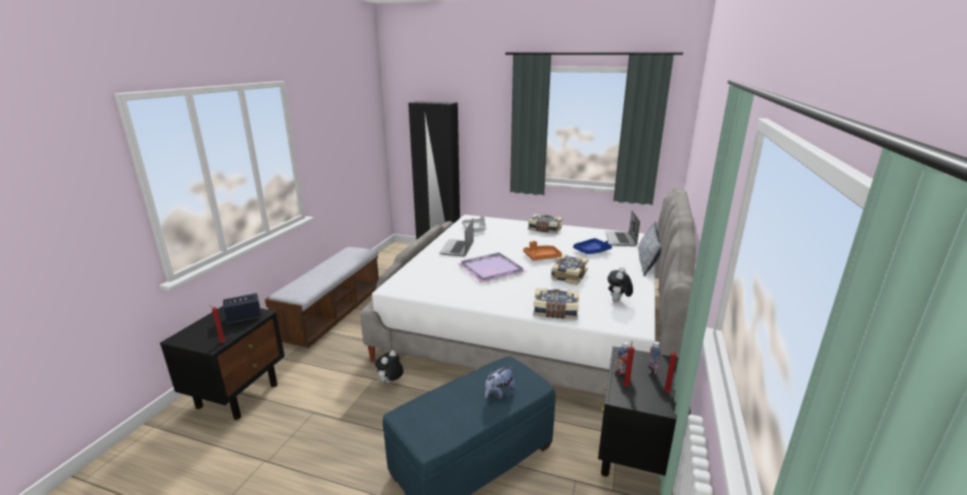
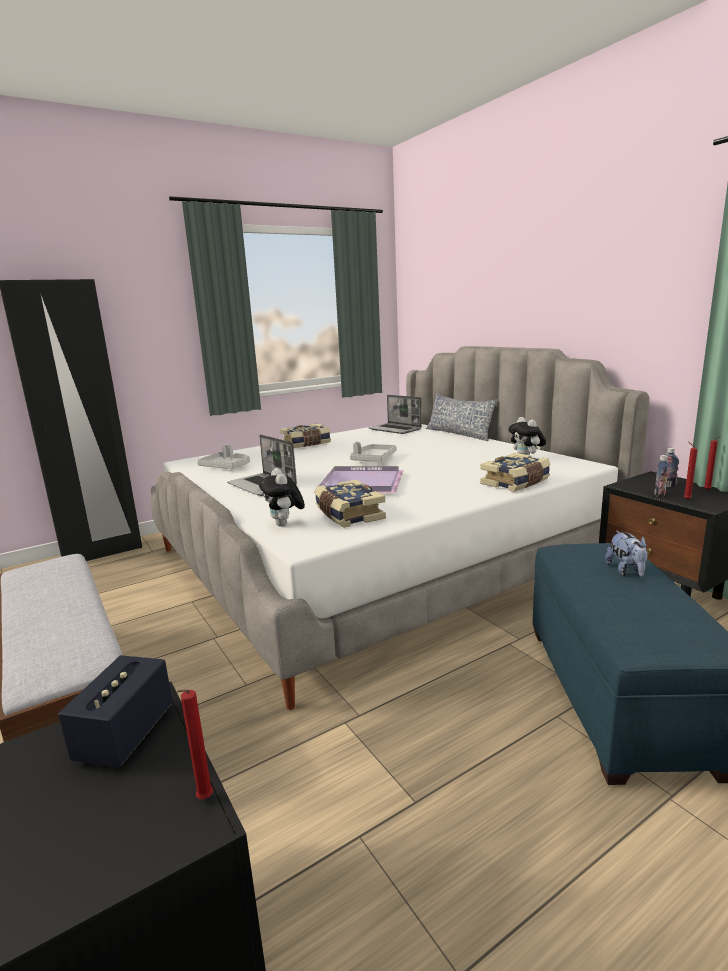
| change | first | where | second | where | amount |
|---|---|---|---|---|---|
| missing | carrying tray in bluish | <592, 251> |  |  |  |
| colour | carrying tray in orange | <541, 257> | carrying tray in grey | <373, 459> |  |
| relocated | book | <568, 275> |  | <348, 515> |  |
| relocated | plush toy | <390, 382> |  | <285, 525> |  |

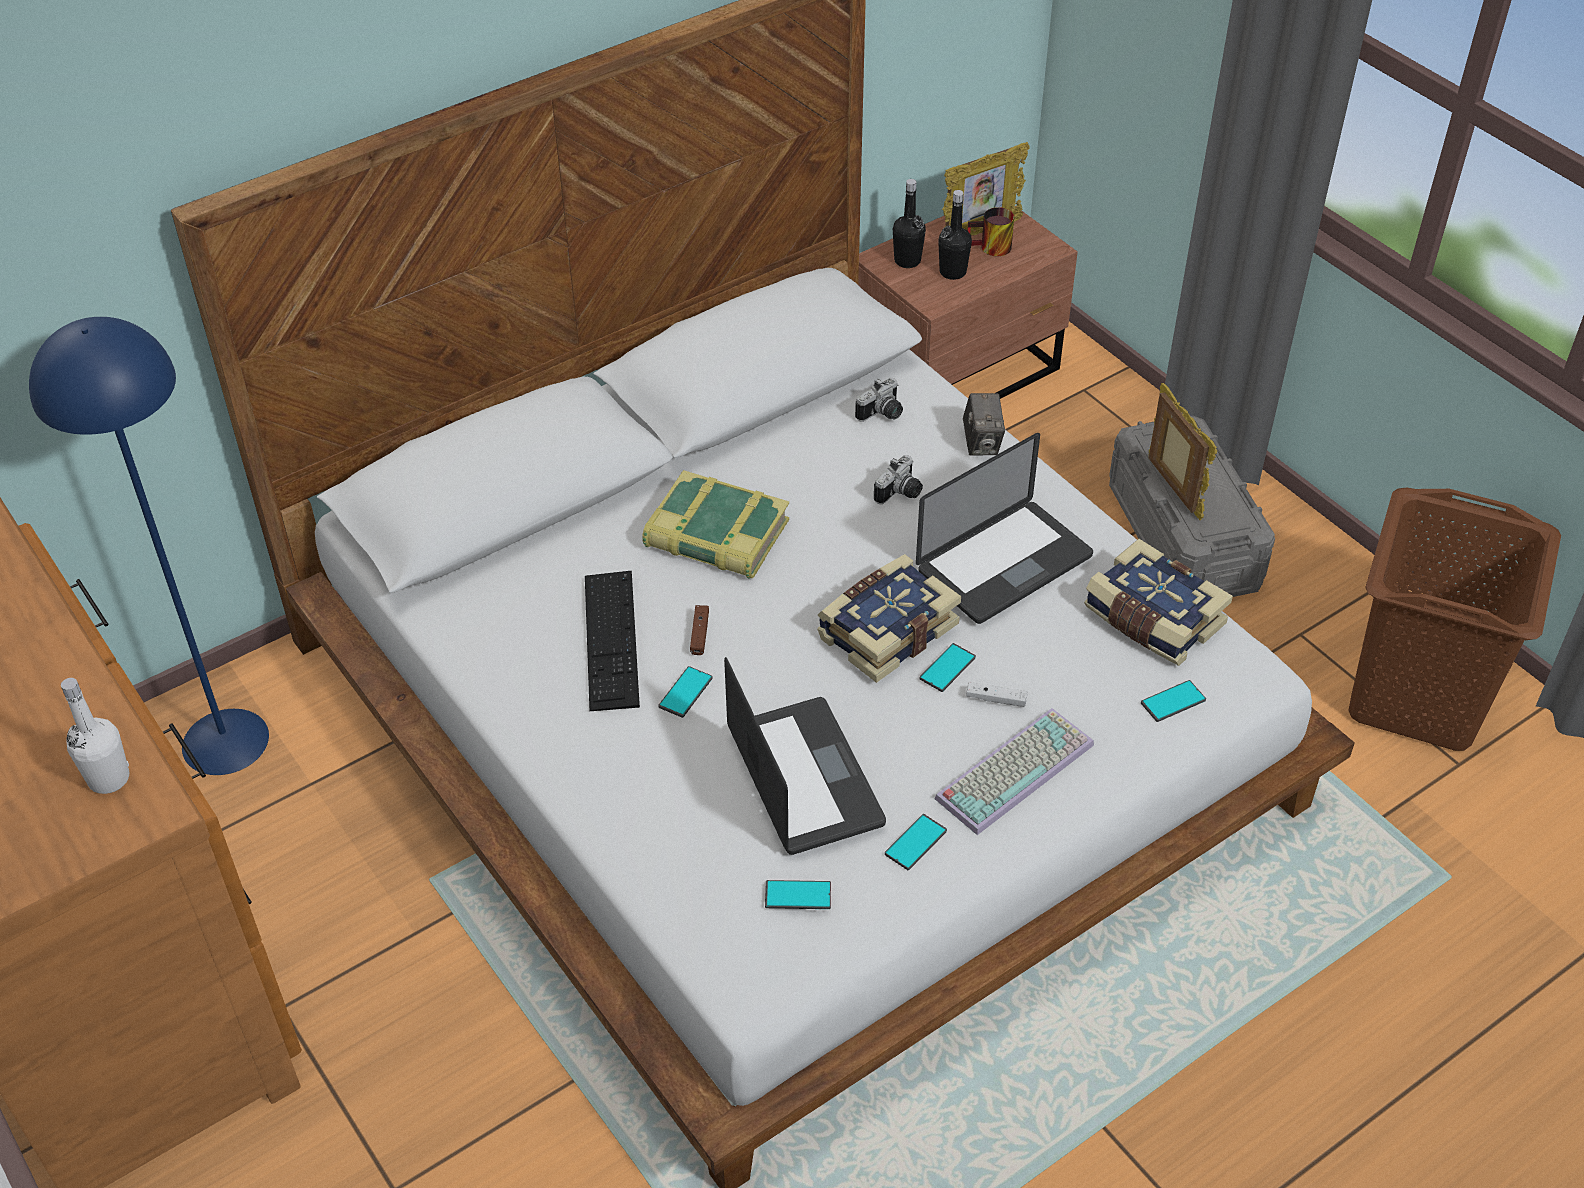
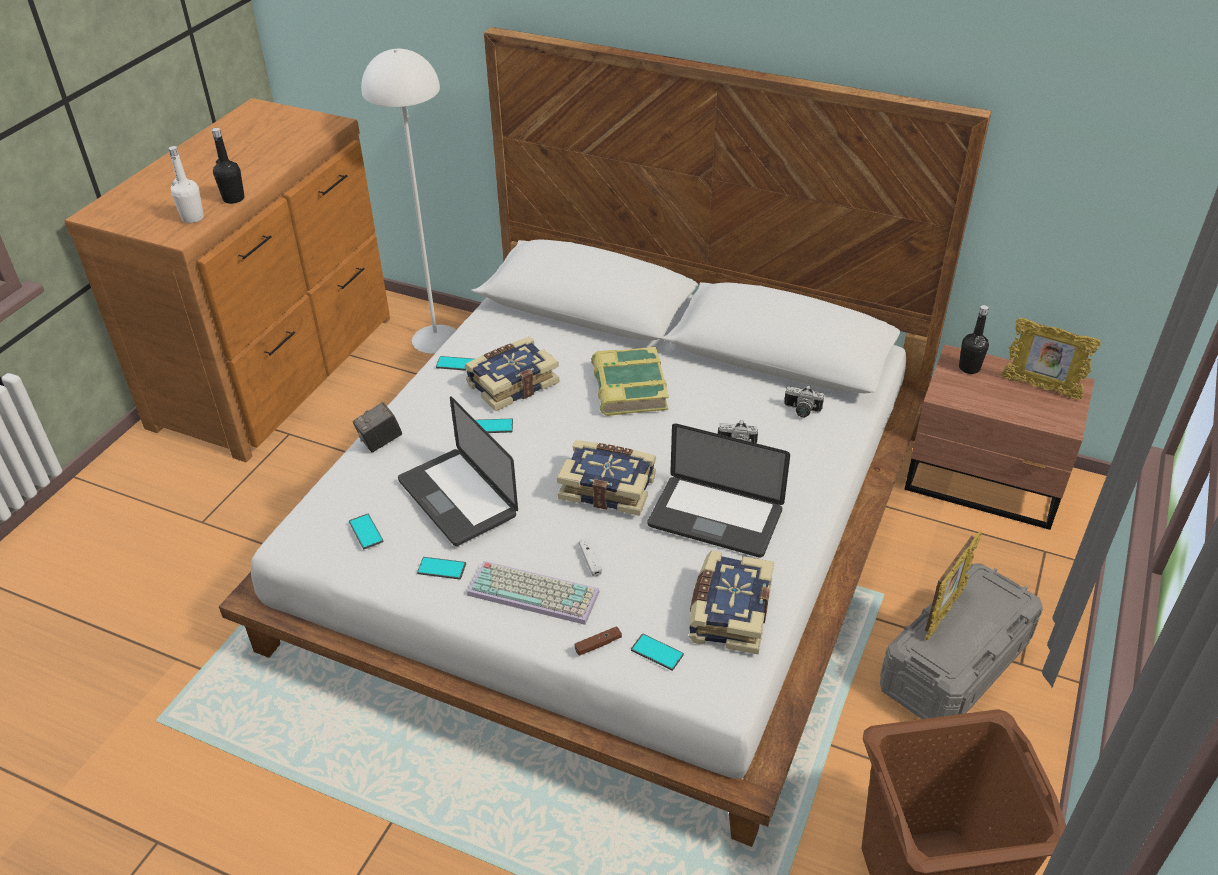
| change | first | where | second | where | amount |
|---|---|---|---|---|---|
| relocated | drink bottle in black | <952, 272> |  | <233, 199> |  |
| missing | tea mug | <990, 249> |  |  |  |
| colour | standard lamp in bluish | <225, 741> | standard lamp in white | <436, 339> |  |
| relocated | photo camera | <982, 443> |  | <380, 442> |  |
| exchanged | PC keyboard | <611, 640> | book | <512, 383> |  |
| relocated | joypad in brownish | <699, 634> |  | <598, 644> |  |
| relocated | telephone | <947, 668> |  | <455, 364> |  |
| spun | portable computer | <804, 778> |  | <457, 498> | 105 degrees clockwise |

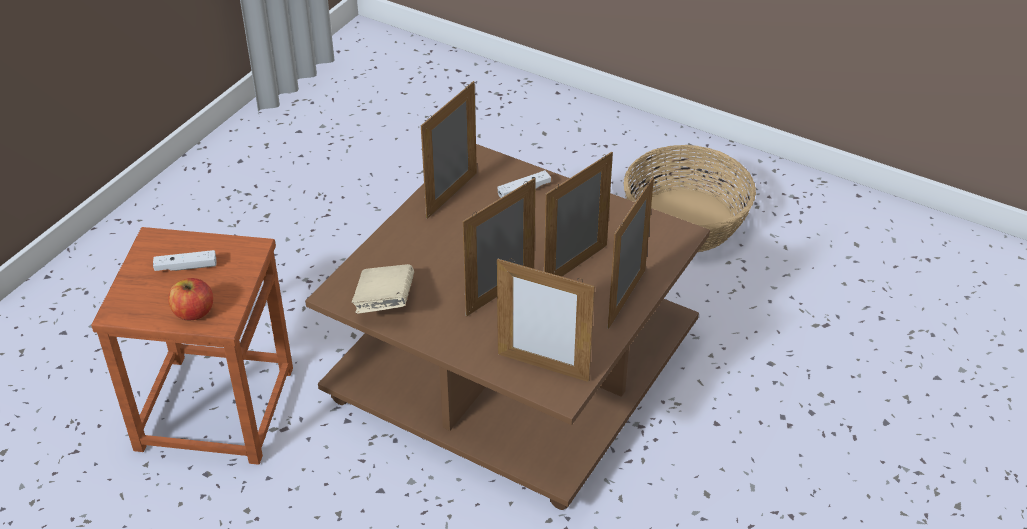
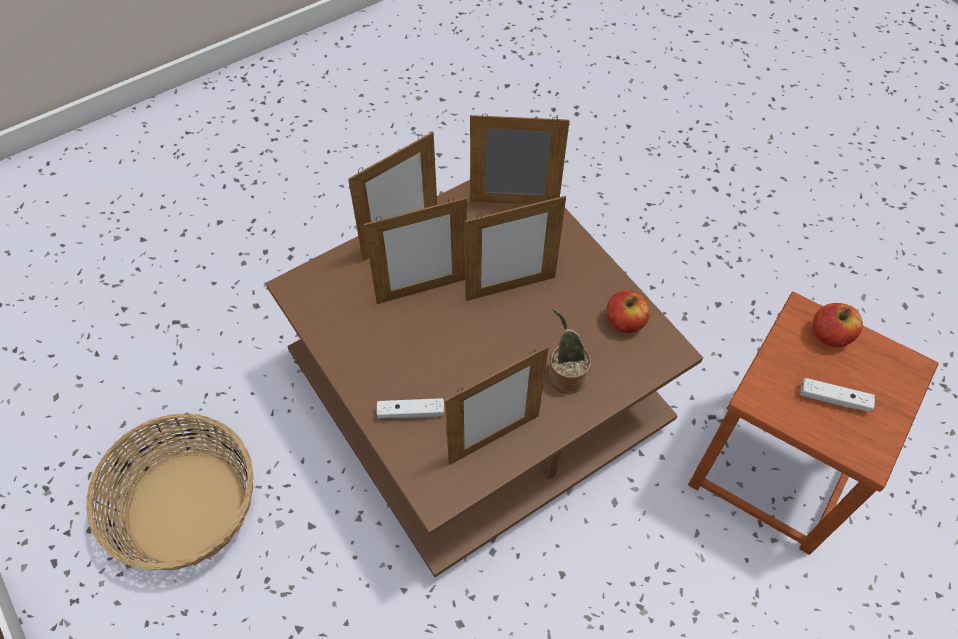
| change | first | where | second | where | amount |
|---|---|---|---|---|---|
| spun | photo frame | <543, 367> |  | <514, 203> | 45 degrees counterclockwise |
| exchanged | book in beige | <384, 302> | apple | <625, 321> |  |
| appeared |  |  | plant in a pot | <565, 375> |  |

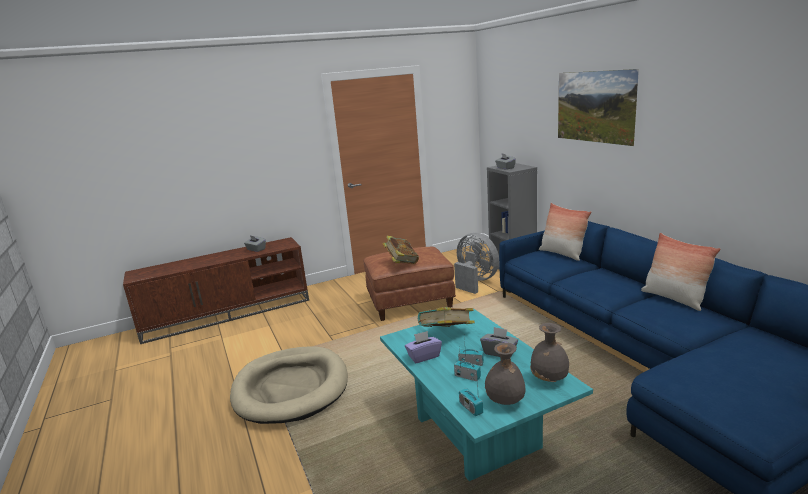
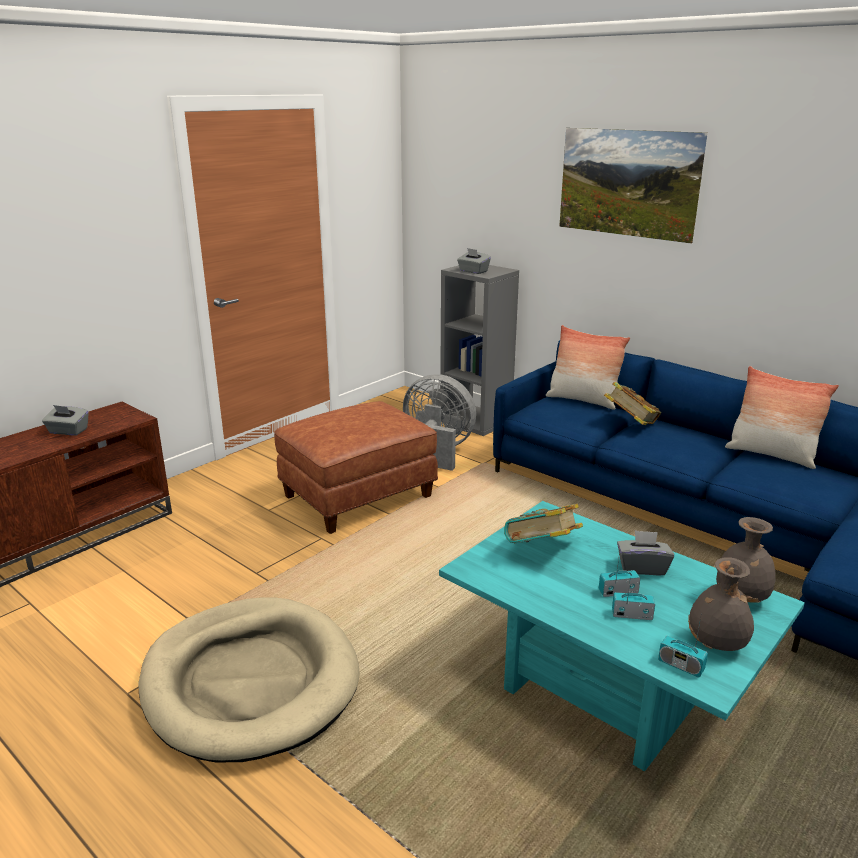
| change | first | where | second | where | amount |
|---|---|---|---|---|---|
| relocated | book | <401, 263> |  | <630, 424> |  |
| missing | tissue holder in purple-coloured | <423, 356> |  |  |  |

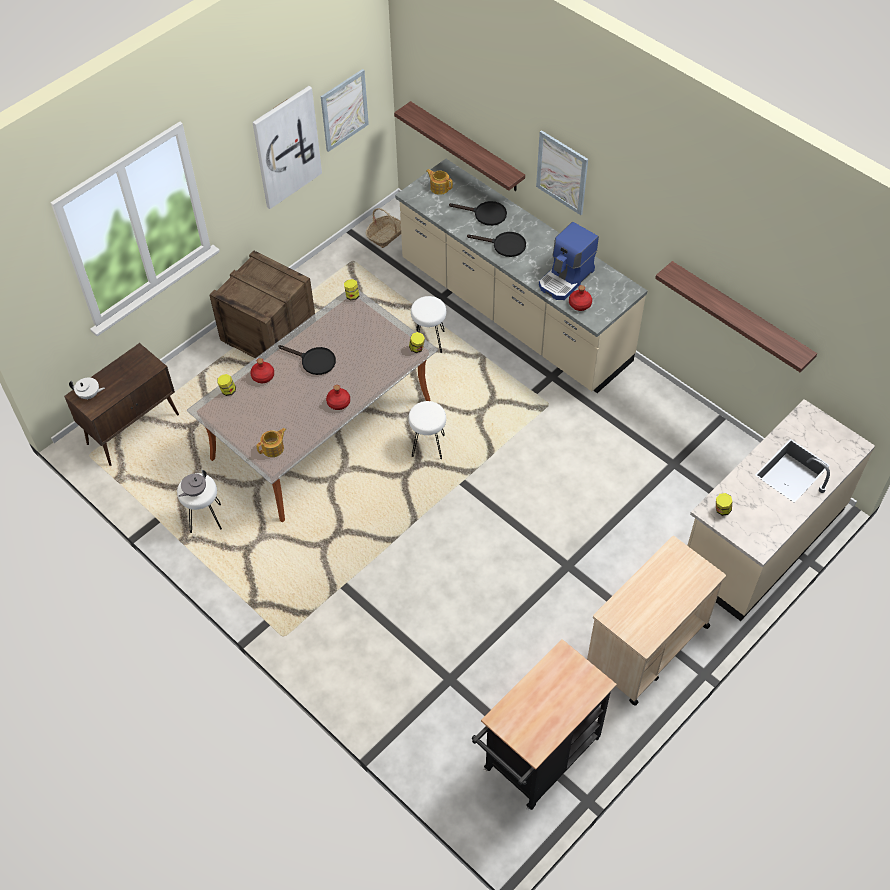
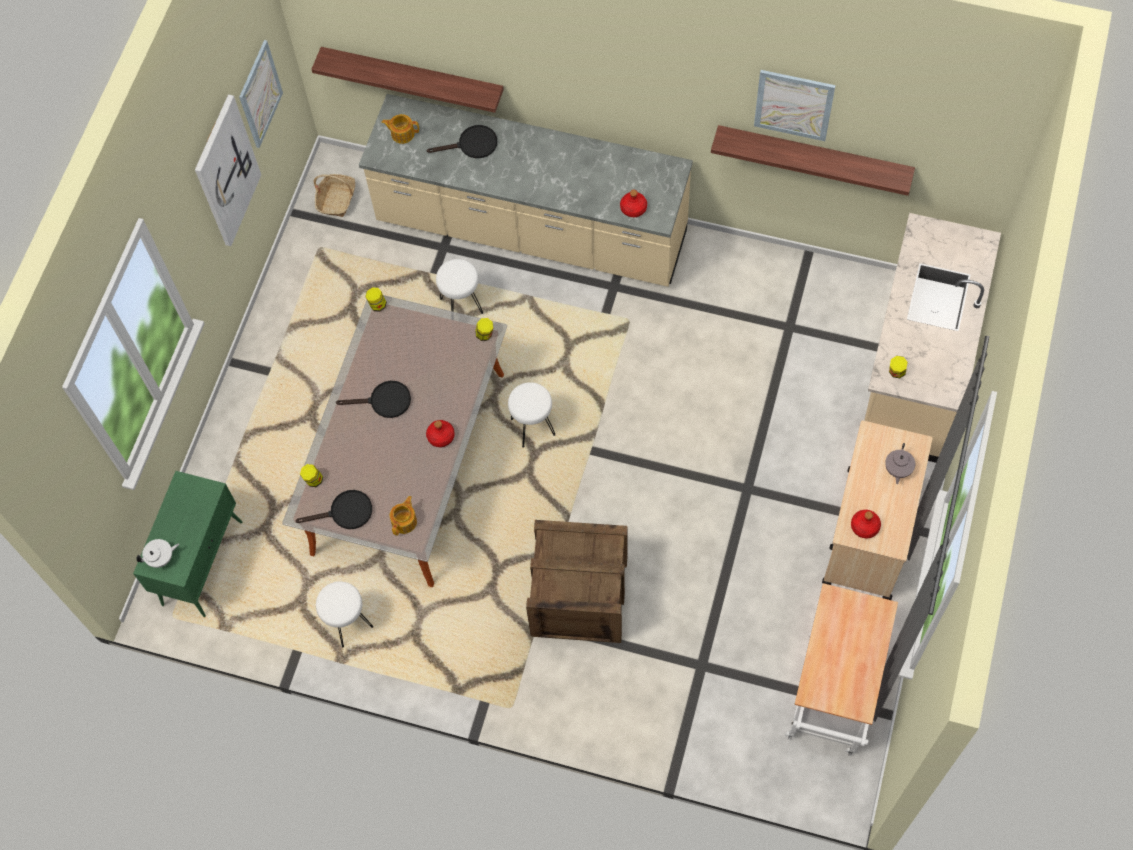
| change | first | where | second | where | amount |
|---|---|---|---|---|---|
| relocated | wall picture | <562, 172> |  | <793, 104> |  |
| missing | coffee machine | <566, 279> |  |  |  |
| relocated | frying pan in black | <504, 245> |  | <345, 512> |  |
| relocated | packing crate | <268, 332> |  | <580, 597> |  |
| colour | cabinet in brownish | <134, 429> | cabinet in green-coloured | <202, 562> |  |
| relocated | drink bottle in red | <263, 376> |  | <865, 527> |  |
| relocated | pot for tea in grey | <195, 491> |  | <897, 469> |  |
| colour | cart in black | <537, 760> | cart in white | <830, 702> |  |

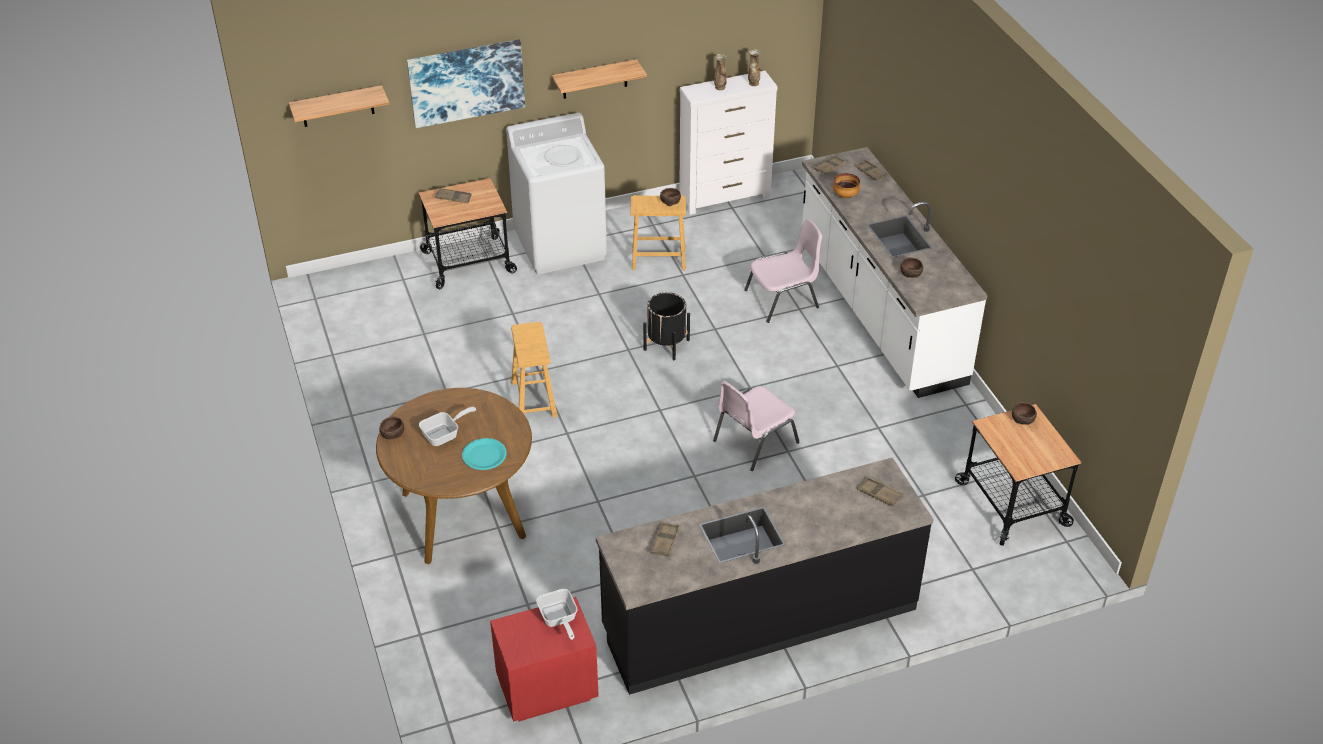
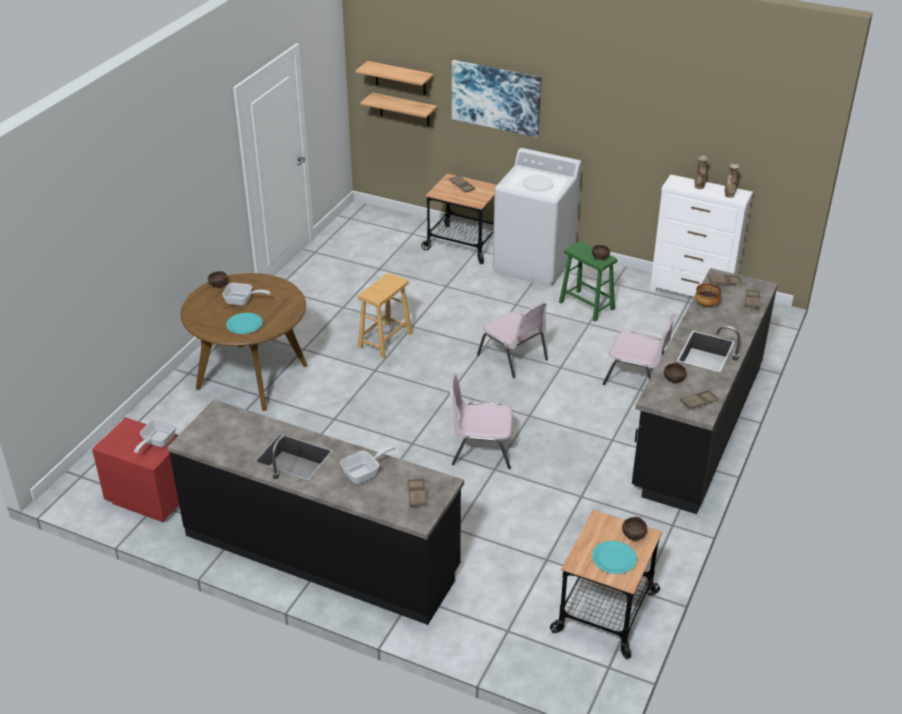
| change | first | where | second | where | amount |
|---|---|---|---|---|---|
| relocated | wall shelf | <595, 79> |  | <404, 109> |  |
| colour | kitchen counter in white | <879, 313> | kitchen counter in black | <697, 426> |  |
| colour | stool seat in brownish | <658, 259> | stool seat in green-coloured | <586, 305> |  |
| exchanged | planter in black | <666, 345> | plain chair in pink | <513, 358> |  |
| relocated | carrying tray in brownish | <665, 542> |  | <699, 402> |  |
| appeared |  |  | frying pan | <365, 473> |  |
| appeared |  |  | dinner plate in turquoise | <614, 558> |  |

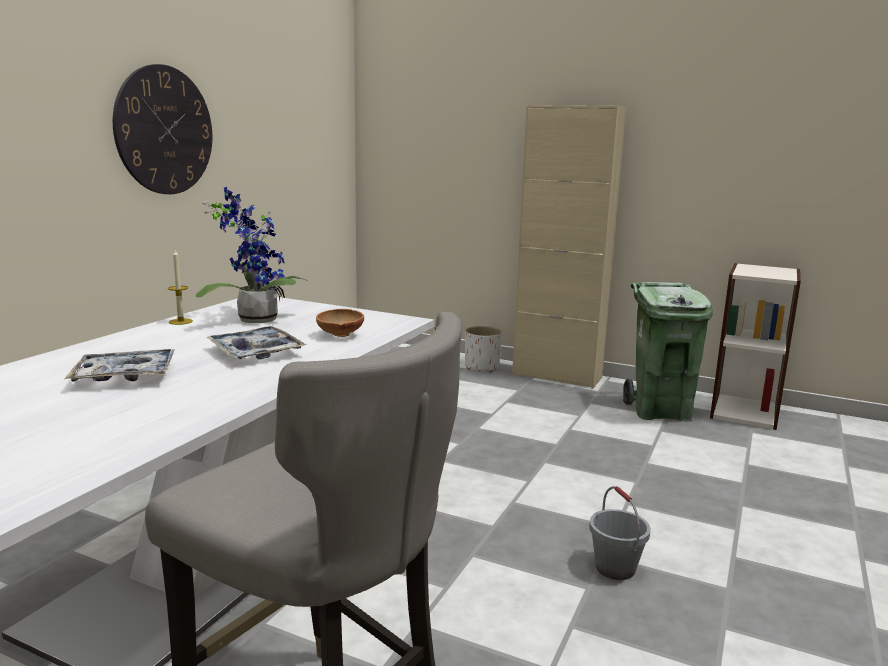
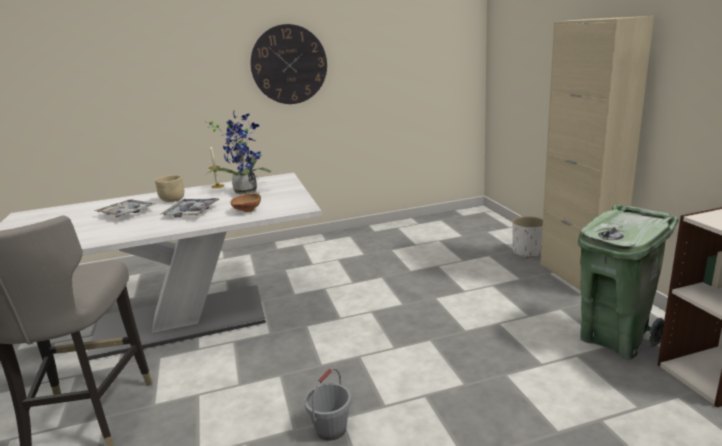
| change | first | where | second | where | amount |
|---|---|---|---|---|---|
| appeared |  |  | serving bowl in beige | <173, 200> |  |

